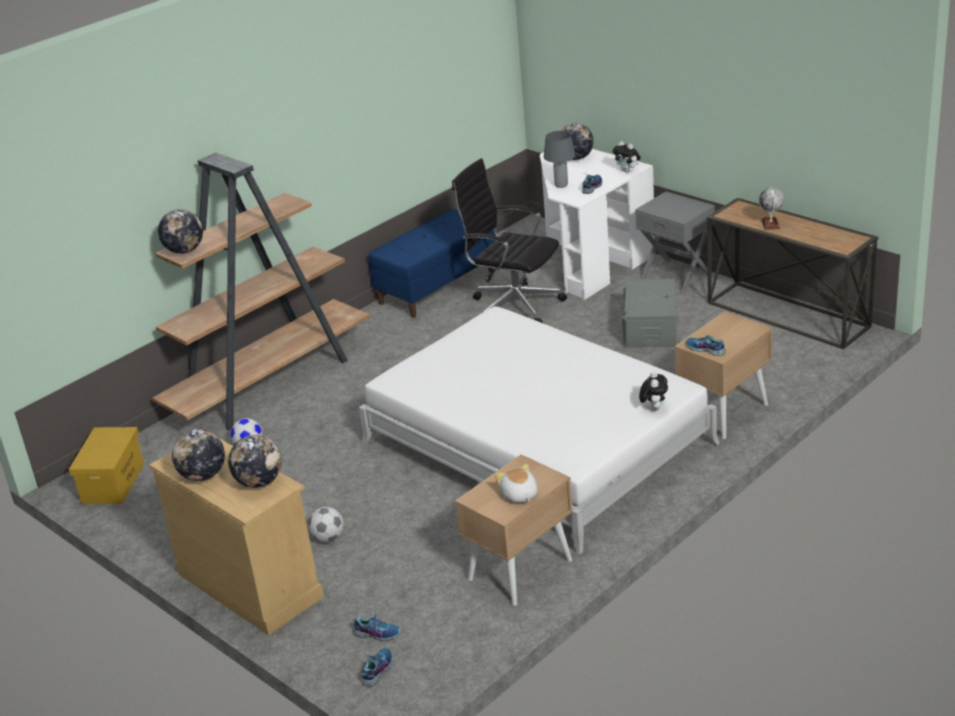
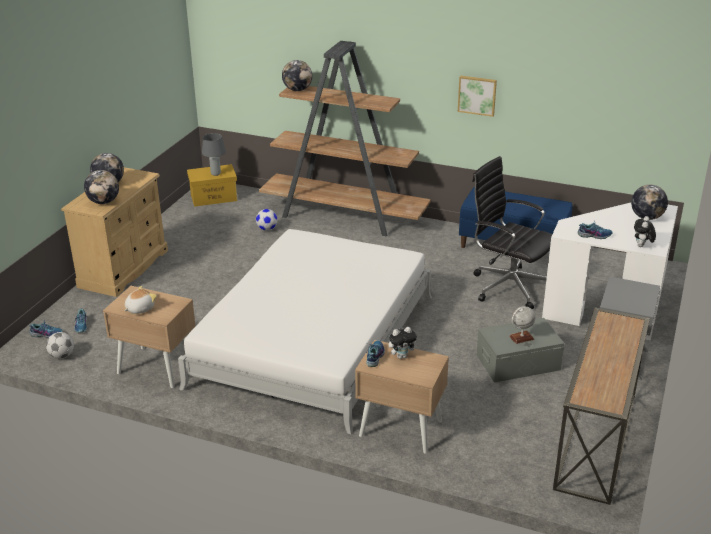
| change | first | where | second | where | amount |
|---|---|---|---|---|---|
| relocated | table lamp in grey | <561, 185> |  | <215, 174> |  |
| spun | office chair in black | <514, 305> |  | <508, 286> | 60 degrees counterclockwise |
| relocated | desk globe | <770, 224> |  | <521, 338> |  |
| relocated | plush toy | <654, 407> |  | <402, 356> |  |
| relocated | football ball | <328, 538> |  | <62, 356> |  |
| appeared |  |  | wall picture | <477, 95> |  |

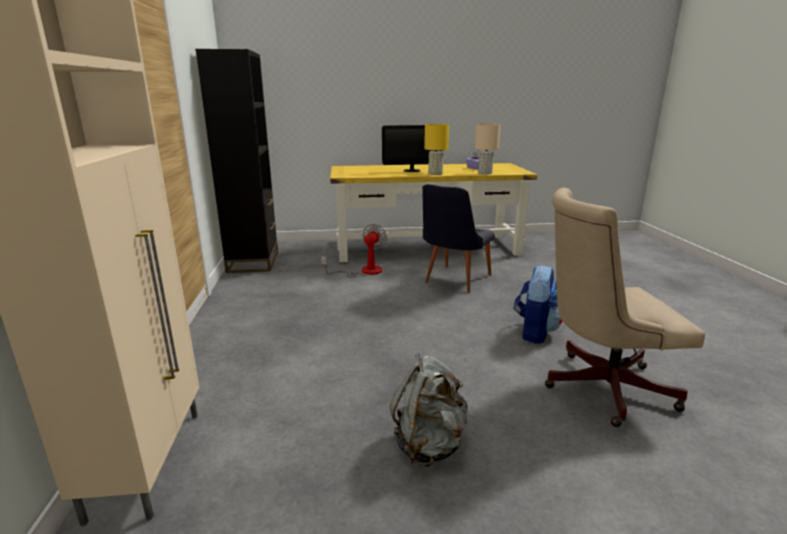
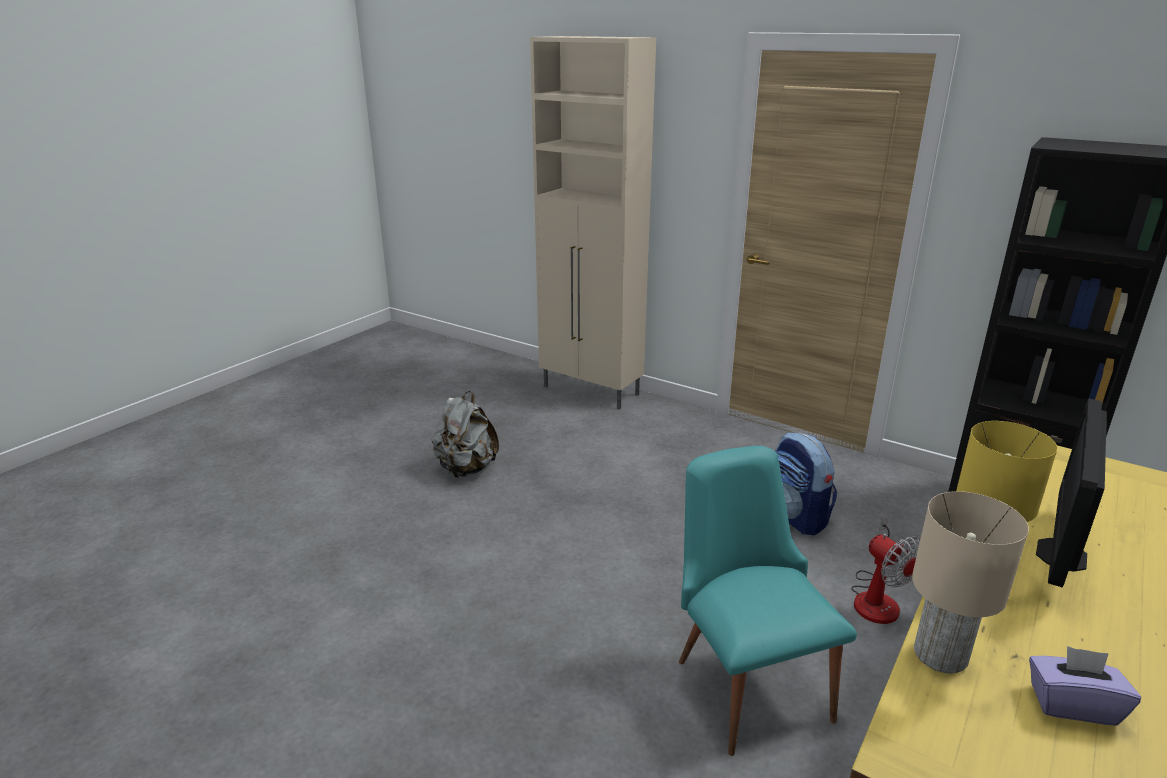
| change | first | where | second | where | amount |
|---|---|---|---|---|---|
| colour | plain chair in black | <453, 280> | plain chair in turquoise | <746, 678> |  |
| missing | office chair in beige | <599, 387> |  |  |  |
| relocated | knapsack | <534, 332> |  | <796, 517> |  |

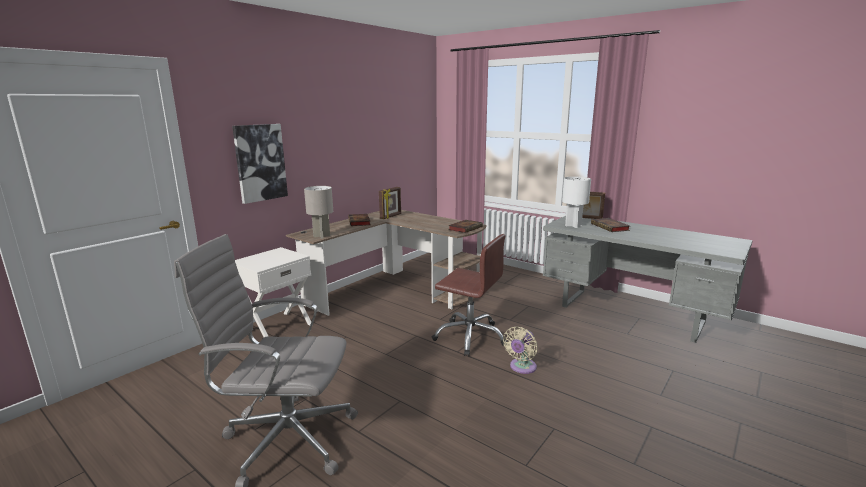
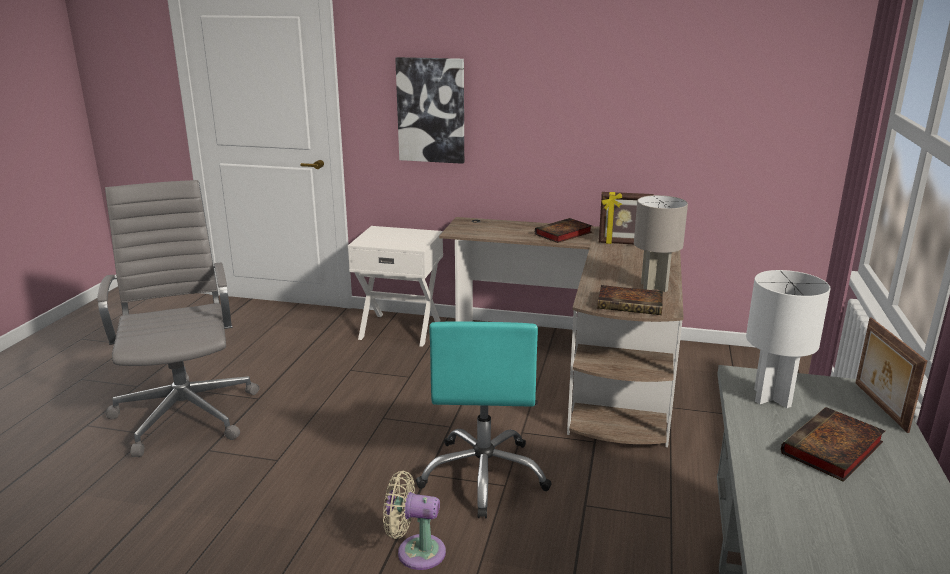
| change | first | where | second | where | amount |
|---|---|---|---|---|---|
| relocated | table lamp in grey | <321, 236> |  | <653, 287> |  |
| colour | office chair in brownish | <470, 336> | office chair in turquoise | <484, 475> |  |

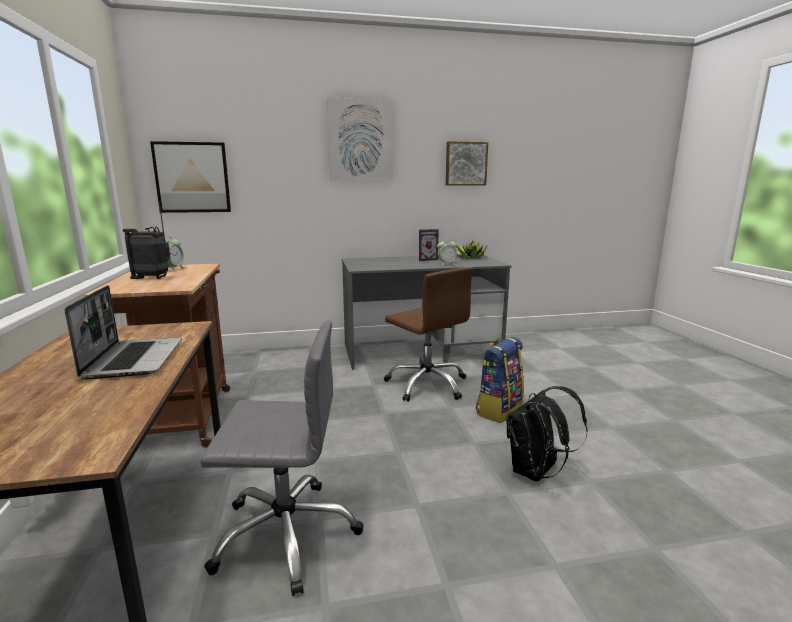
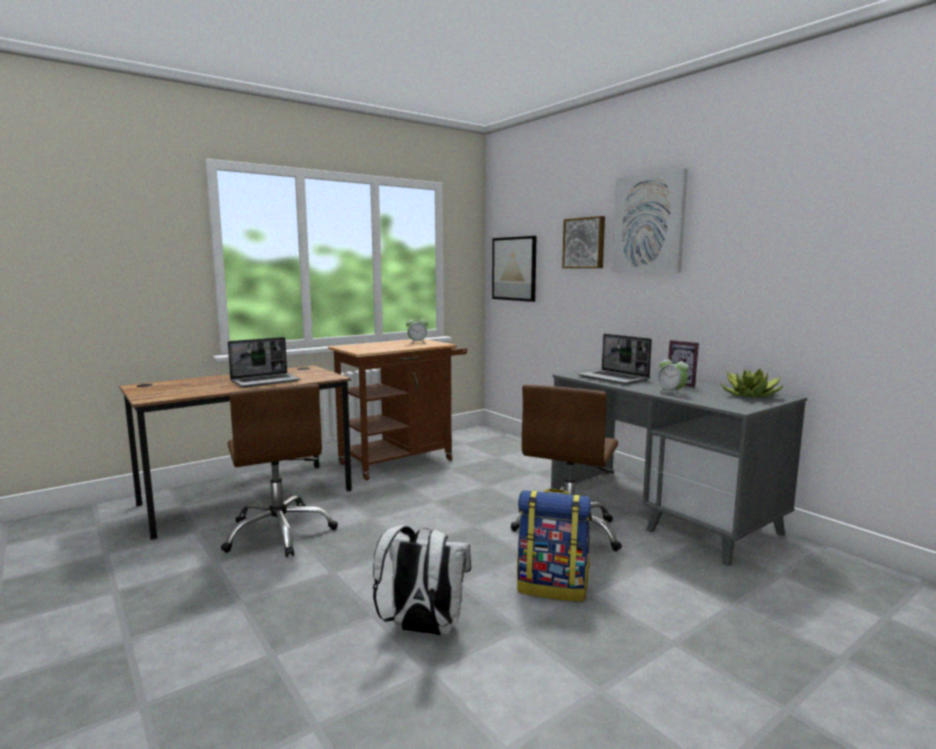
| change | first | where | second | where | amount |
|---|---|---|---|---|---|
| relocated | wall picture | <465, 164> |  | <584, 243> |  |
| missing | radio set | <153, 278> |  |  |  |
| colour | office chair in grey | <286, 533> | office chair in brownish | <280, 532> |  |
| colour | knapsack in black | <536, 472> | knapsack in white | <422, 629> |  |
| appeared |  |  | portable computer | <614, 378> |  |

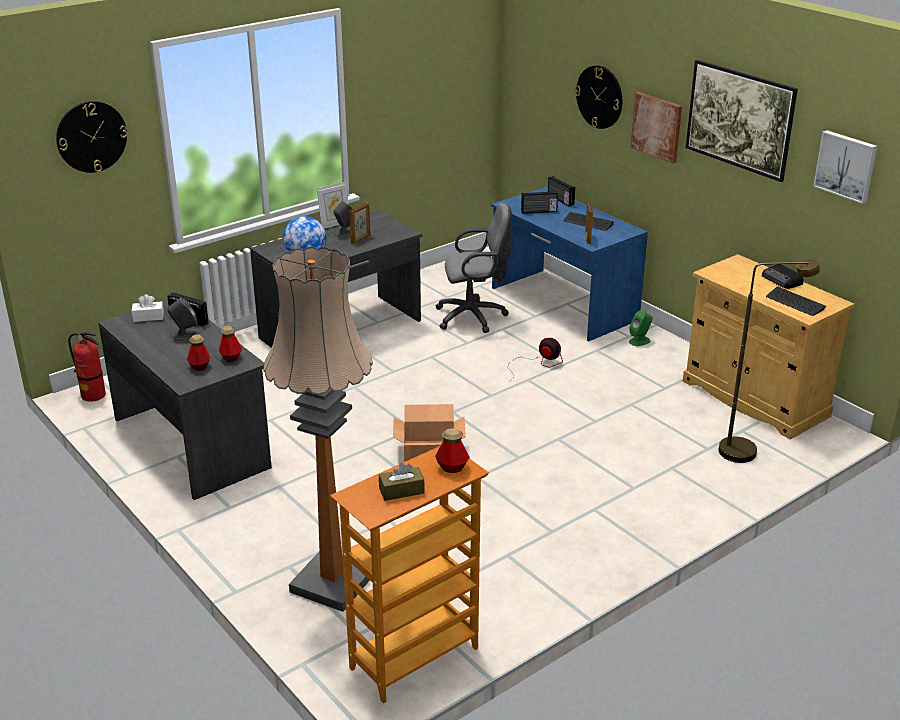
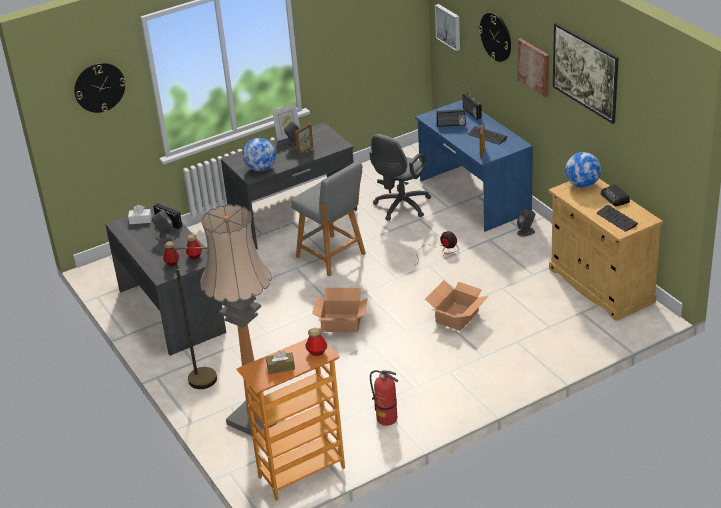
| change | first | where | second | where | amount |
|---|---|---|---|---|---|
| relocated | wall picture | <846, 166> |  | <449, 26> |  |
| spun | office chair in grey | <474, 317> |  | <400, 207> | 120 degrees clockwise |
| relocated | standard lamp in brownish | <747, 451> |  | <211, 379> |  |
| colour | loudspeaker in green-coloured | <640, 341> | loudspeaker in grey | <526, 232> |  |
| relocated | fire-fighting cylinder | <94, 395> |  | <387, 419> |  |
| appeared |  |  | desk globe | <582, 184> |  |
| appeared |  |  | stool seat in grey | <333, 257> |  |
| appeared |  |  | cardboard box | <456, 316> |  |

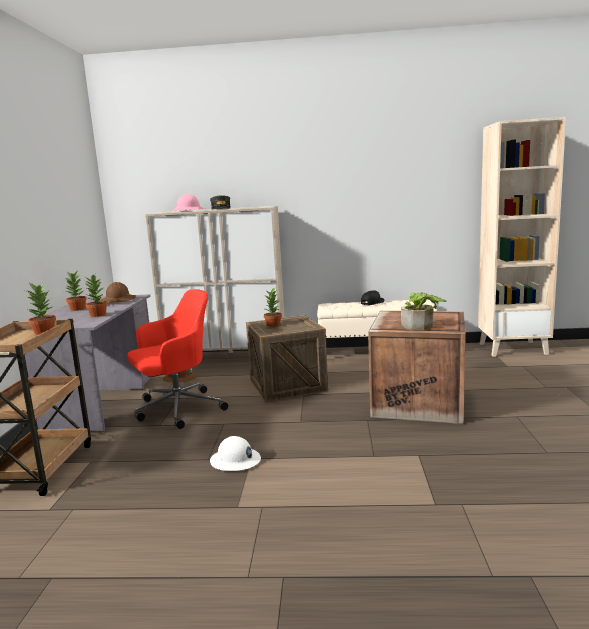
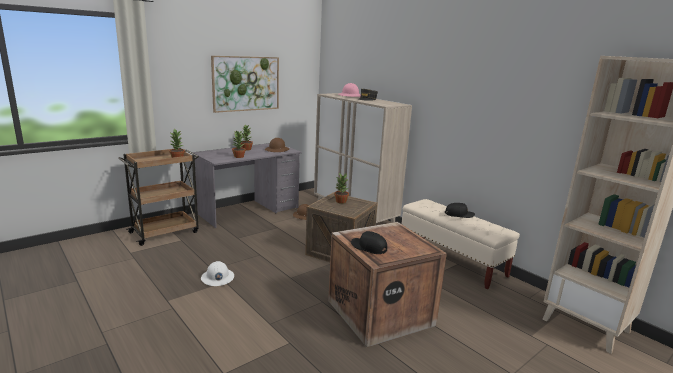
| change | first | where | second | where | amount |
|---|---|---|---|---|---|
| missing | office chair in red | <177, 409> |  |  |  |
| exchanged | plant in a pot | <421, 327> | peaked cap in black | <368, 247> |  |
| appeared |  |  | wall picture | <246, 83> |  |

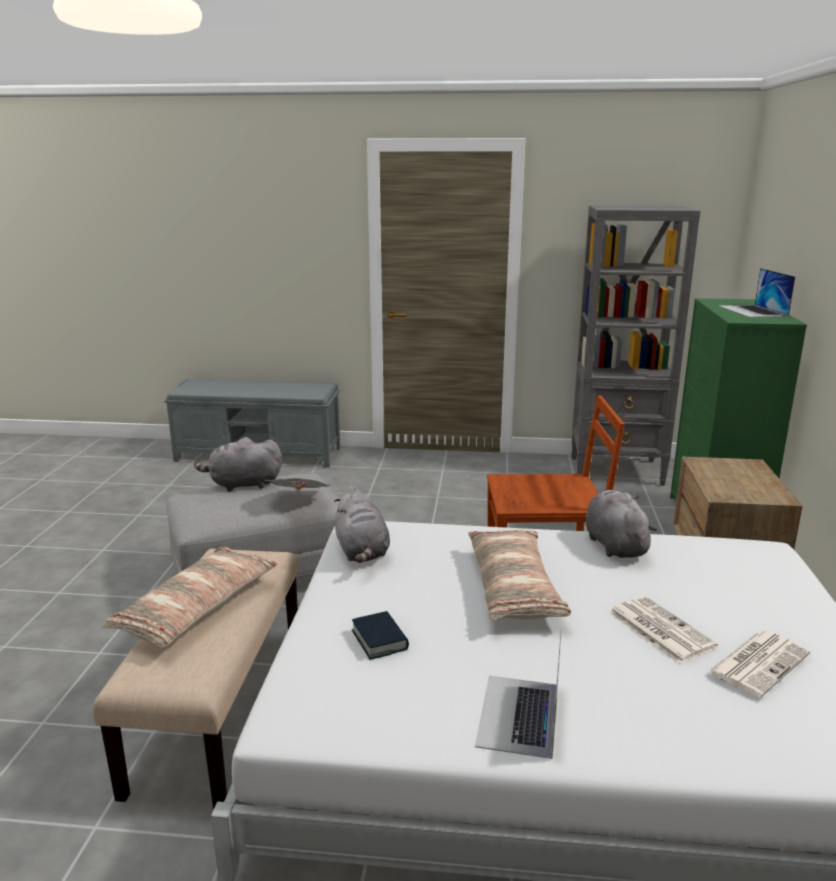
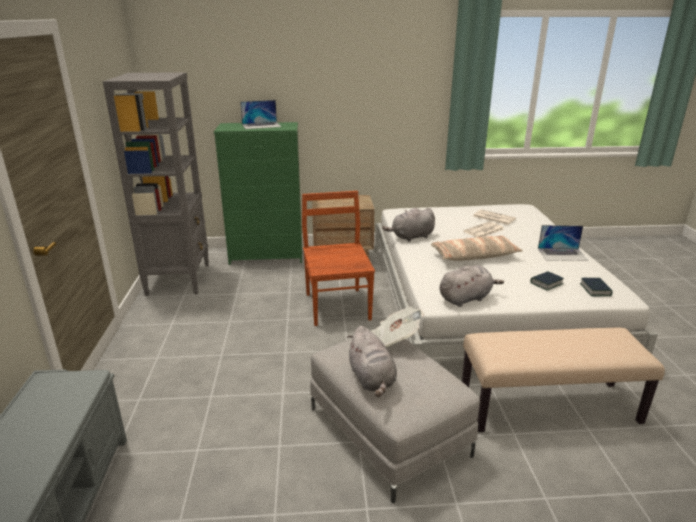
| change | first | where | second | where | amount |
|---|---|---|---|---|---|
| missing | cushion | <199, 609> |  |  |  |
| appeared |  |  | book | <595, 290> |  |

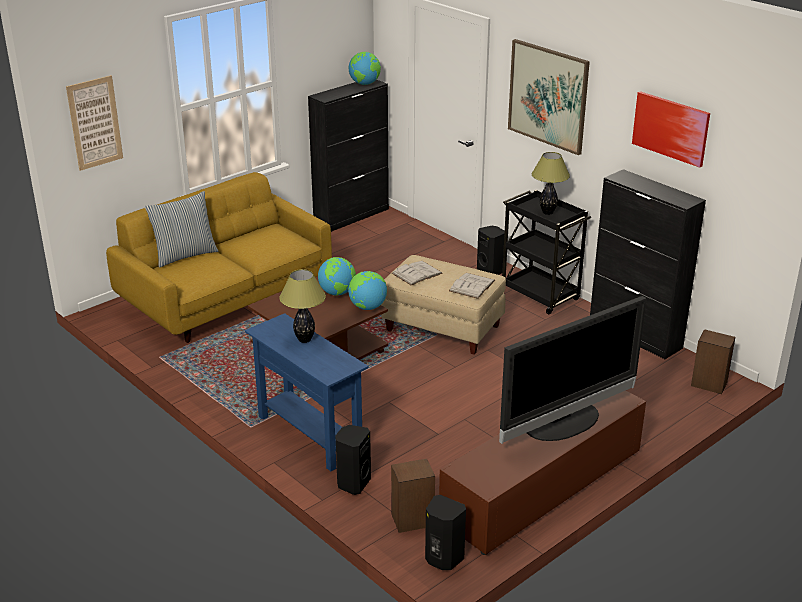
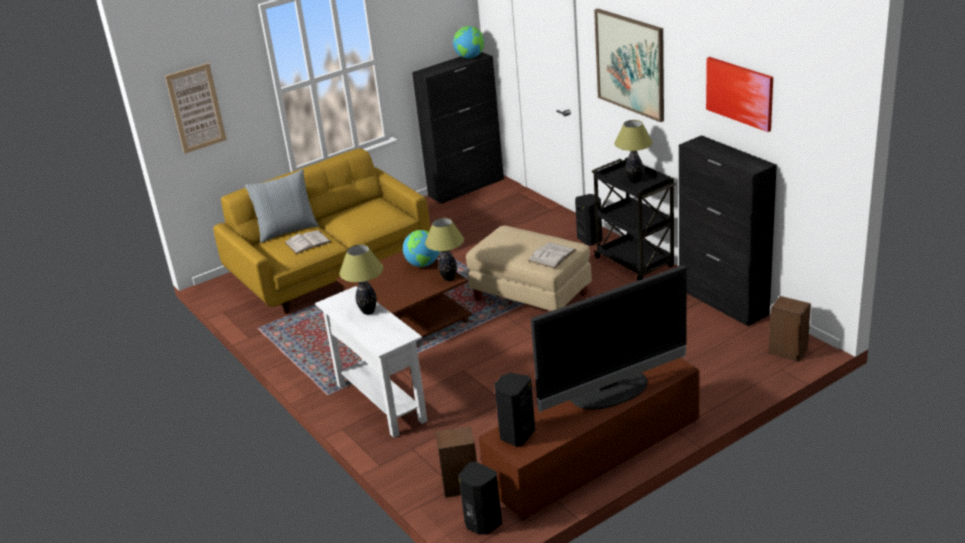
| change | first | where | second | where | amount |
|---|---|---|---|---|---|
| relocated | book in white | <417, 273> |  | <307, 242> |  |
| exchanged | desk globe | <367, 307> | table lamp | <448, 278> |  |
| colour | console table in bluish | <309, 435> | console table in white | <381, 403> |  |
| relocated | loudspeaker in black | <353, 483> |  | <516, 434> |  |

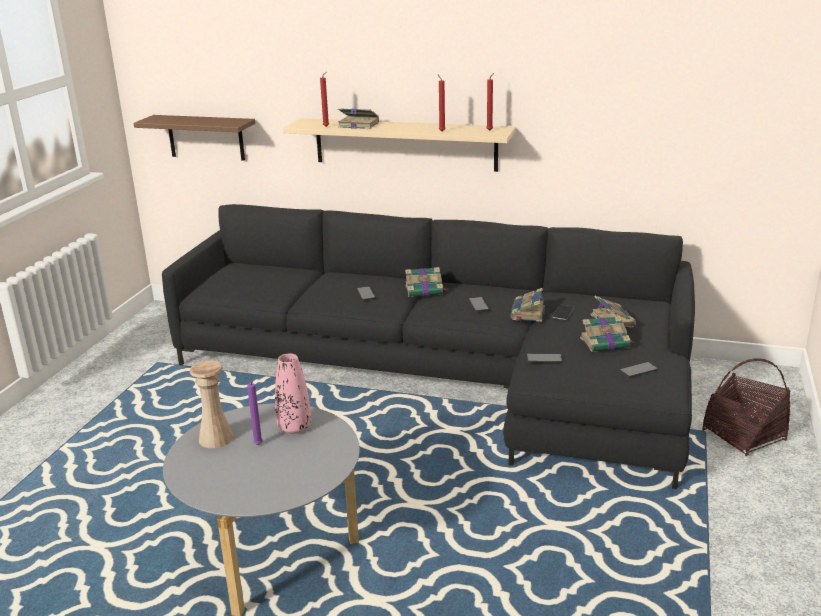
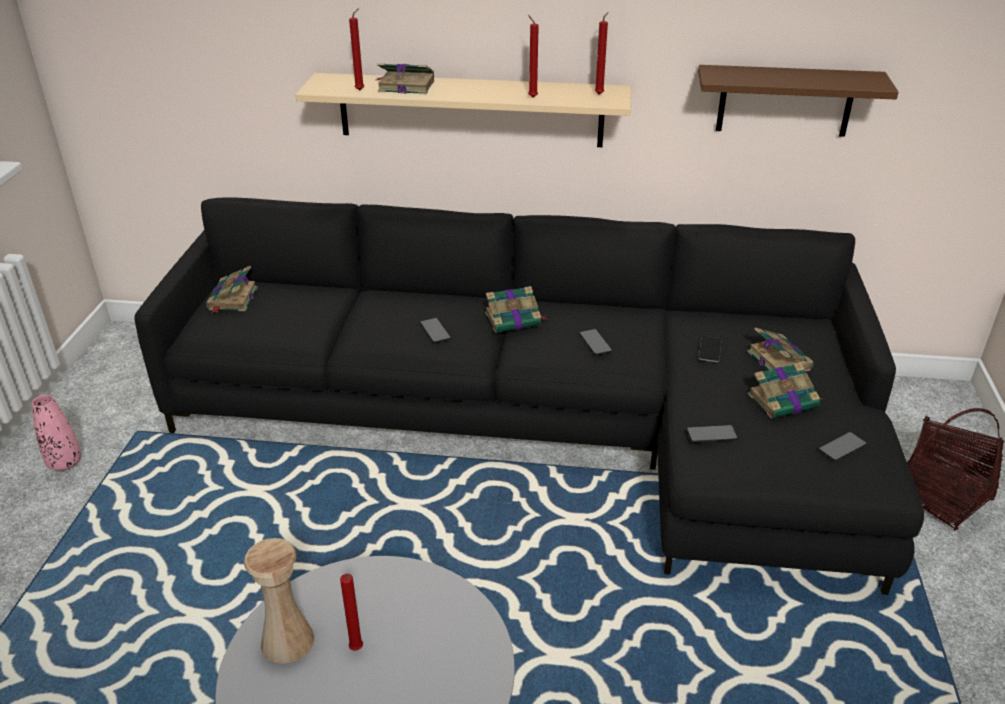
| change | first | where | second | where | amount |
|---|---|---|---|---|---|
| relocated | wall shelf in brownish | <206, 137> |  | <785, 101> |  |
| relocated | book | <527, 313> |  | <232, 299> |  |
| relocated | vase in pink | <294, 427> |  | <65, 463> |  |
| colour | wax light in purple-coloured | <258, 445> | wax light in red | <357, 650> |  |

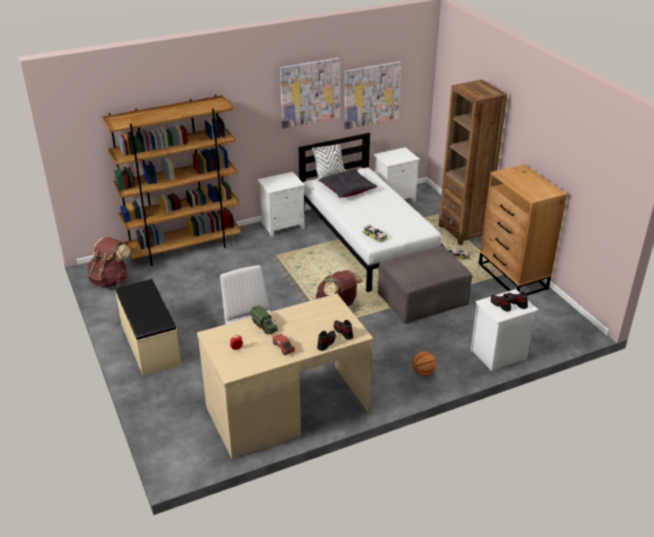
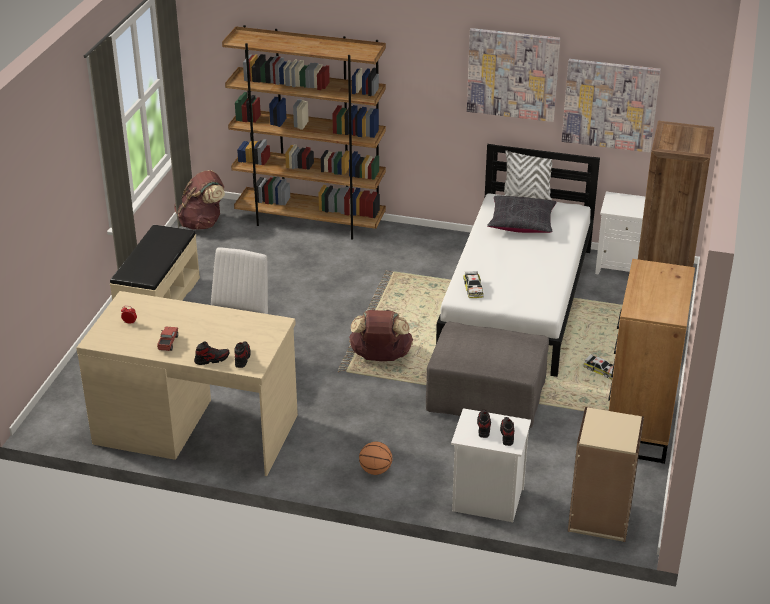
| change | first | where | second | where | amount |
|---|---|---|---|---|---|
| missing | nightstand in white | <282, 225> |  |  |  |
| missing | toy lorry | <264, 325> |  |  |  |
| appeared |  |  | shelving unit in beige | <599, 518> |  |

